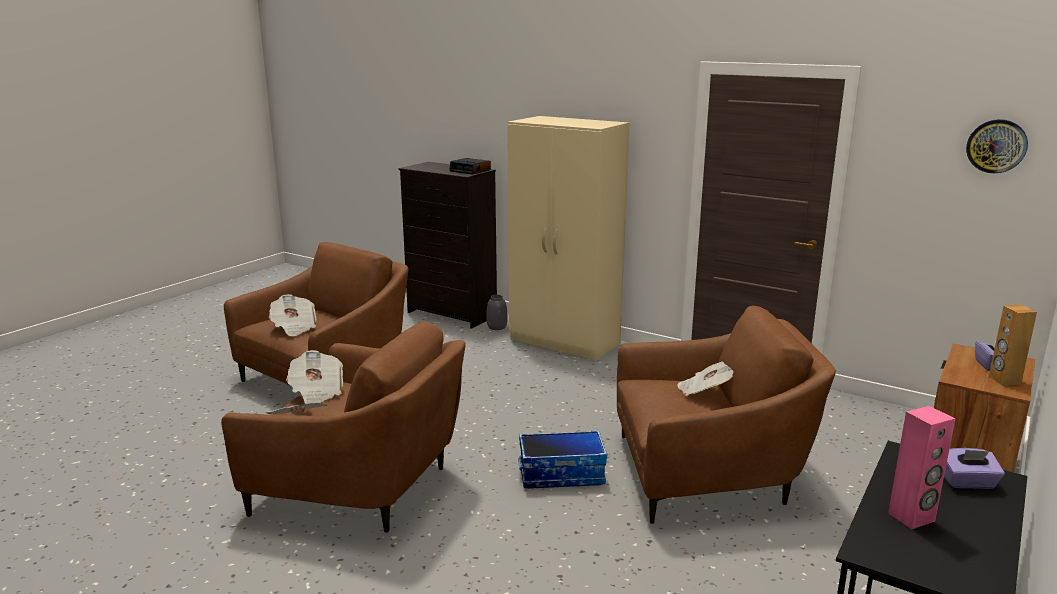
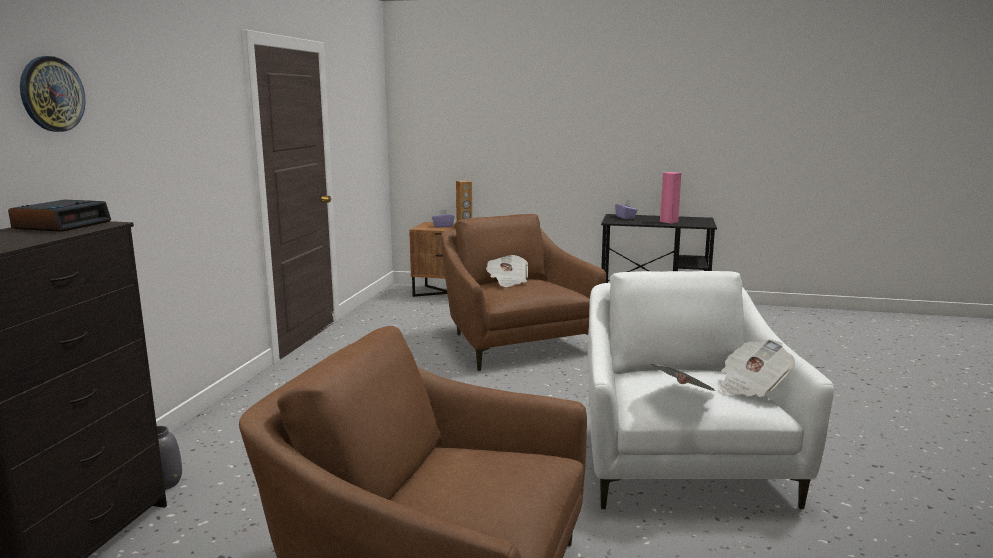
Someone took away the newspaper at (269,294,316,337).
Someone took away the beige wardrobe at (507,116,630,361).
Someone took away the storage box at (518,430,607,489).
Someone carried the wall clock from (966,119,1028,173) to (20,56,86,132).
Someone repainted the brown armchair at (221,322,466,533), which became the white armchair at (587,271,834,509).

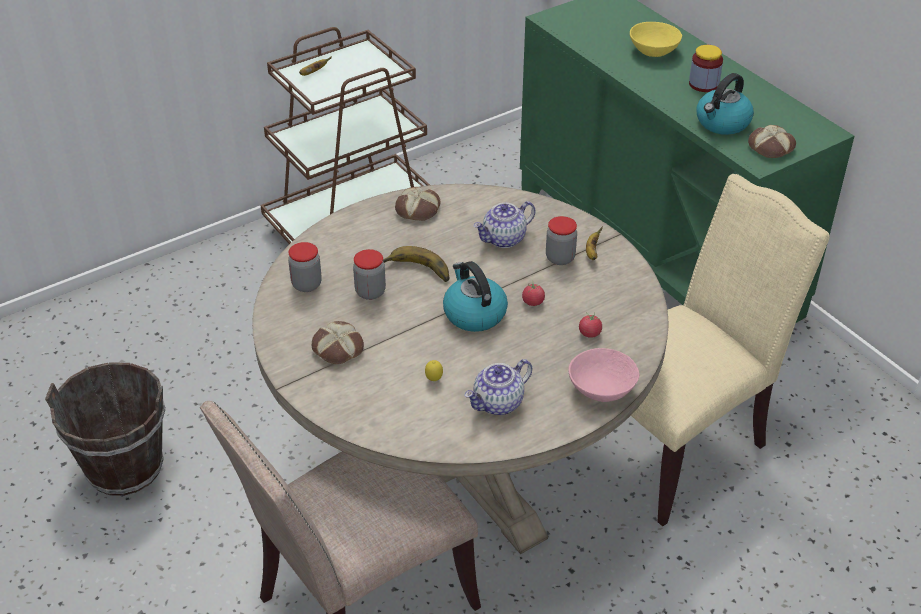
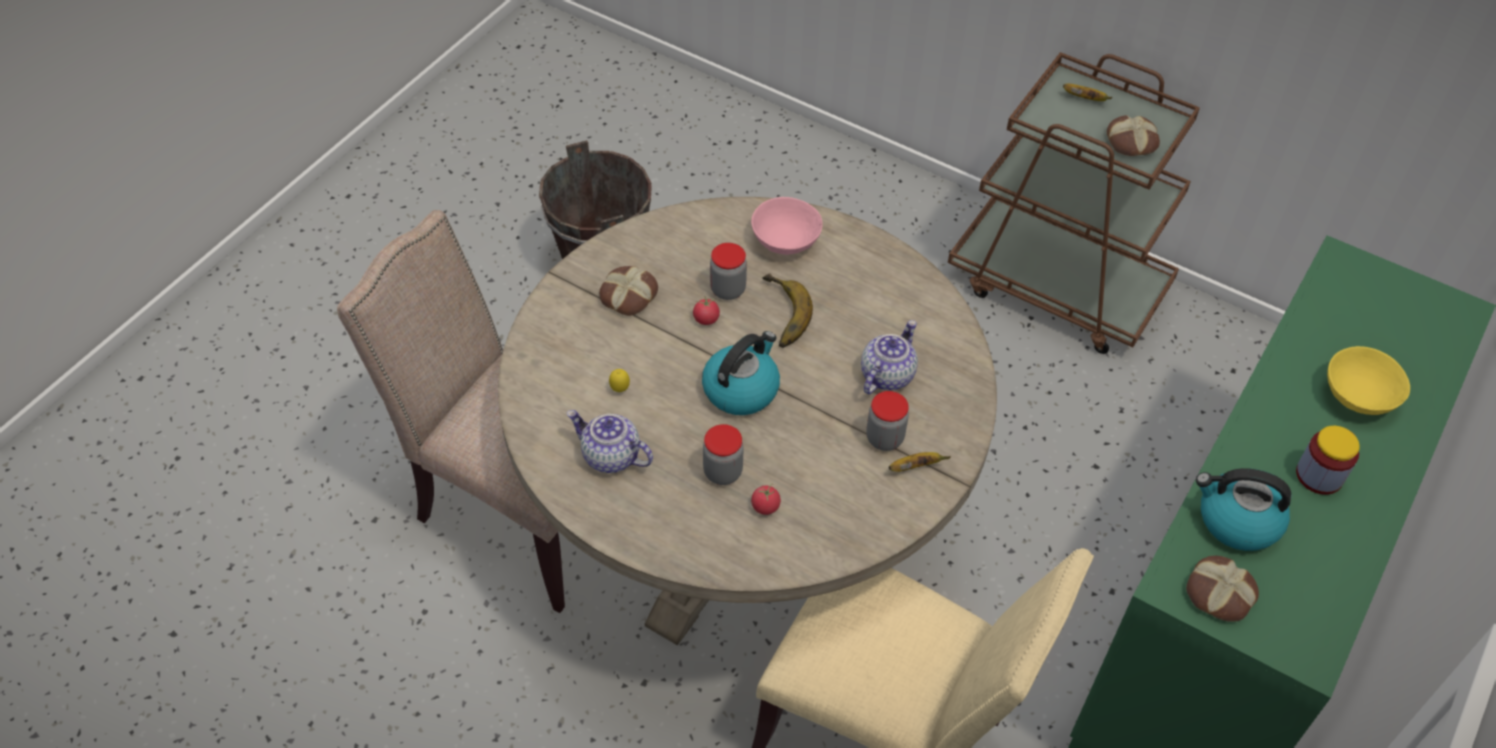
Someone carried the jar from (288,242,322,292) to (703,424,744,485).
Someone carried the bread from (395,187,441,221) to (1107,115,1160,156).
Someone carried the tomato from (522,281,545,306) to (693,297,720,325).
Someone carried the pink bowl from (568,348,639,402) to (751,197,822,255).
Someone rotated the teapot at (473,201,535,248) by 90 degrees clockwise.

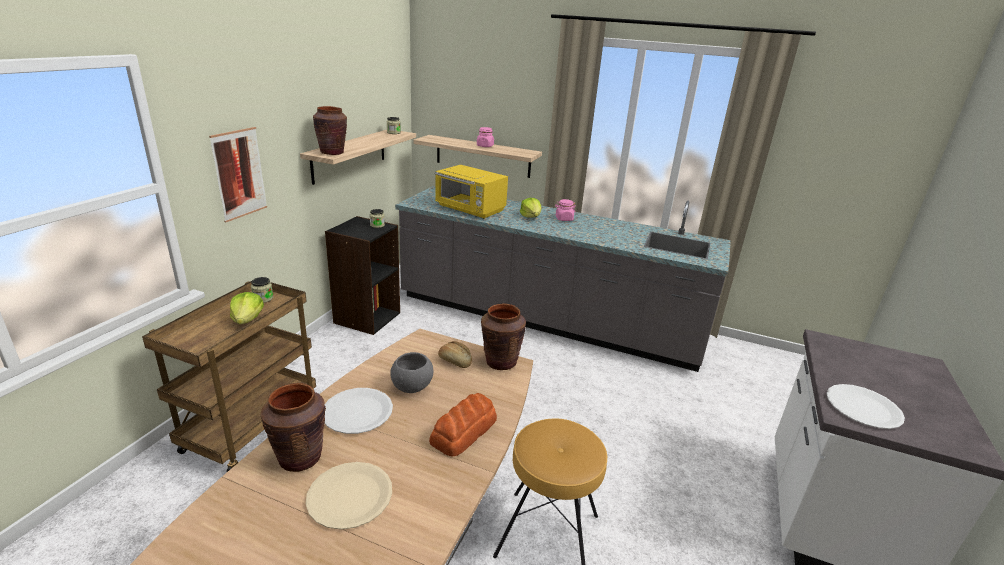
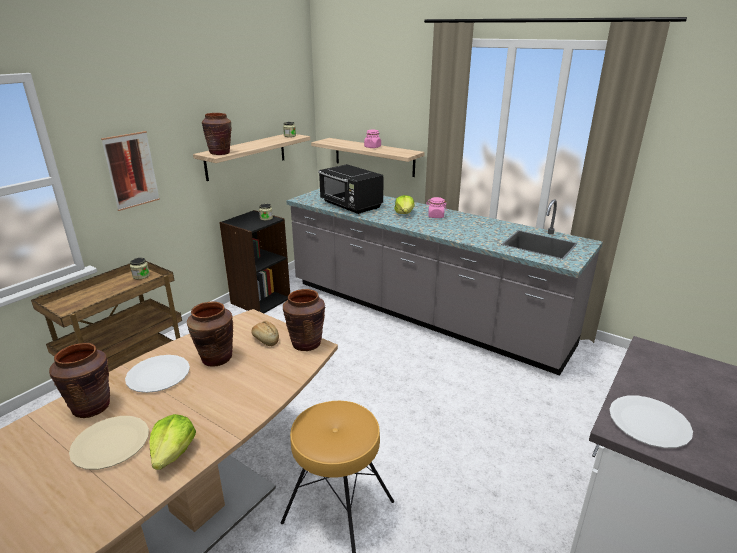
Someone took away the bread at (429,393,497,457).
Someone carried the lettuce from (230,292,264,324) to (150,414,196,470).
Someone swapped the grey bowl at (390,352,433,393) for the brown vase at (187,302,233,367).
Someone repainted the yellow microwave at (435,165,508,219), which became the black microwave at (318,164,384,214).

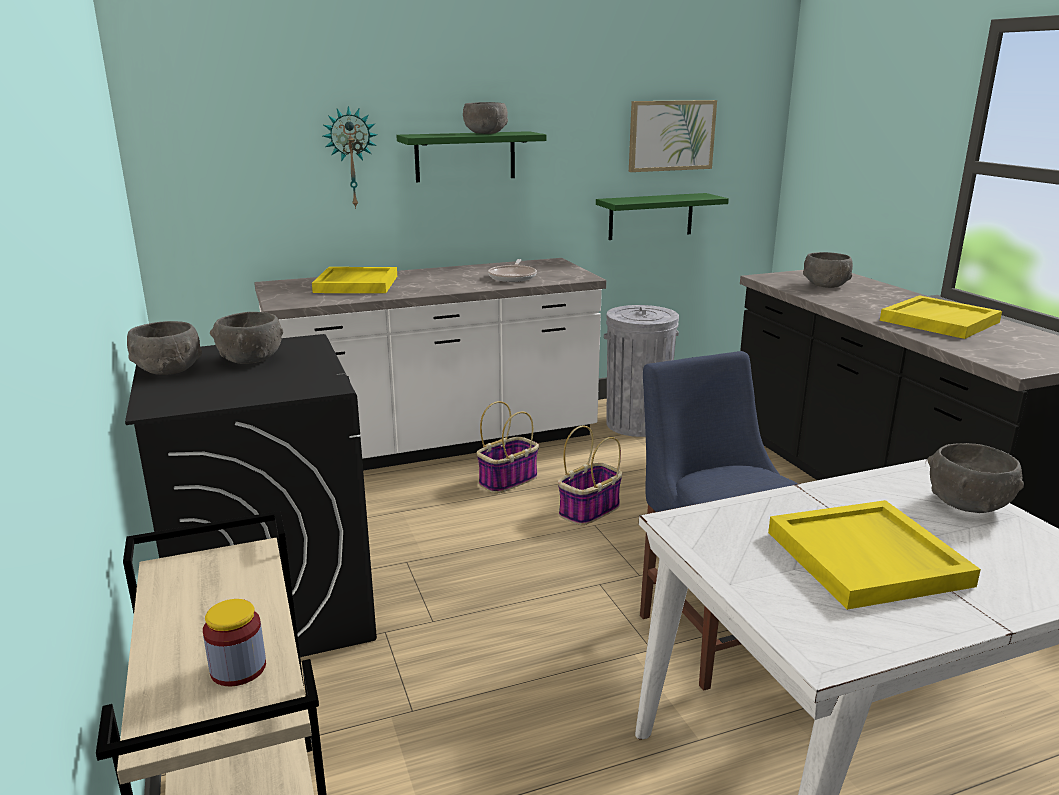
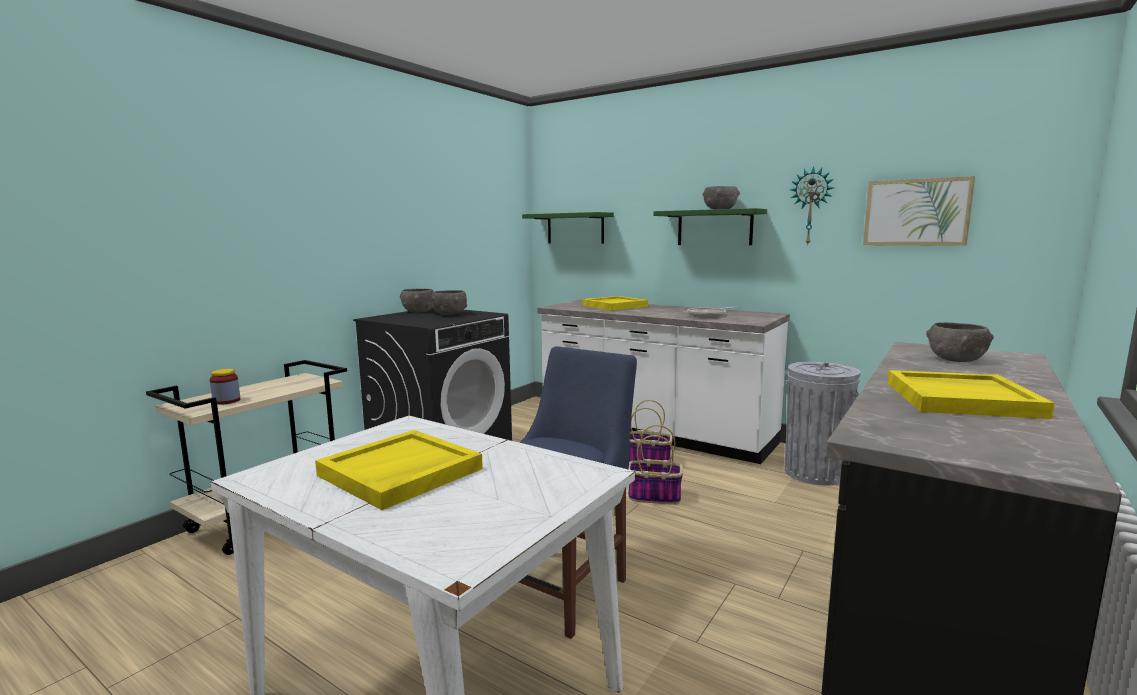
Someone took away the grey bowl at (927,443,1024,513).
Someone carried the wall clock from (323,106,377,209) to (790,166,834,246).
Someone carried the green shelf from (596,193,729,240) to (522,212,614,244).

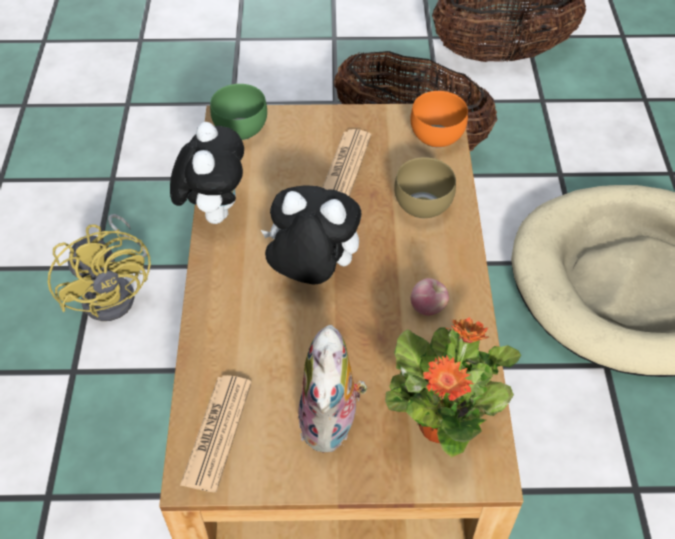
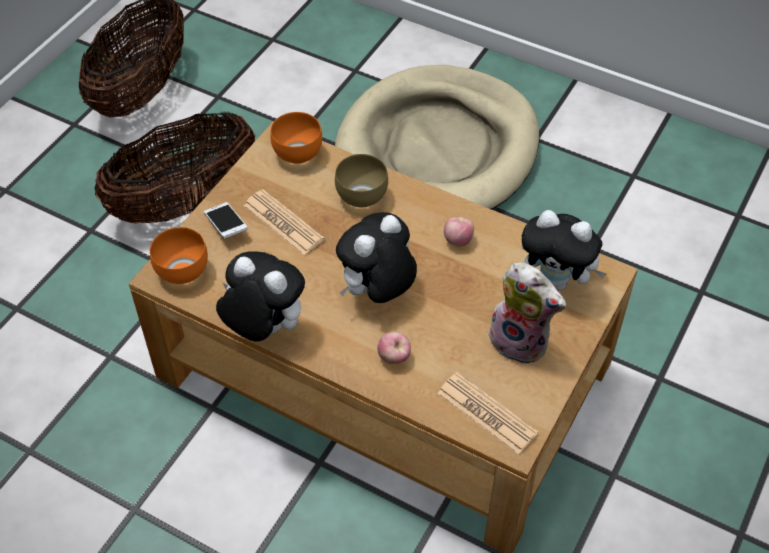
Someone took away the yellow fan at (48,214,151,321).
Someone put down the phone at (204,202,248,239).
Someone put down the apple at (377,332,411,364).
Someone swapped the potted plant at (385,317,521,457) for the plush toy at (521,210,607,291).
Someone repainted the green bowl at (210,84,267,140), which became the orange bowl at (150,227,208,284).

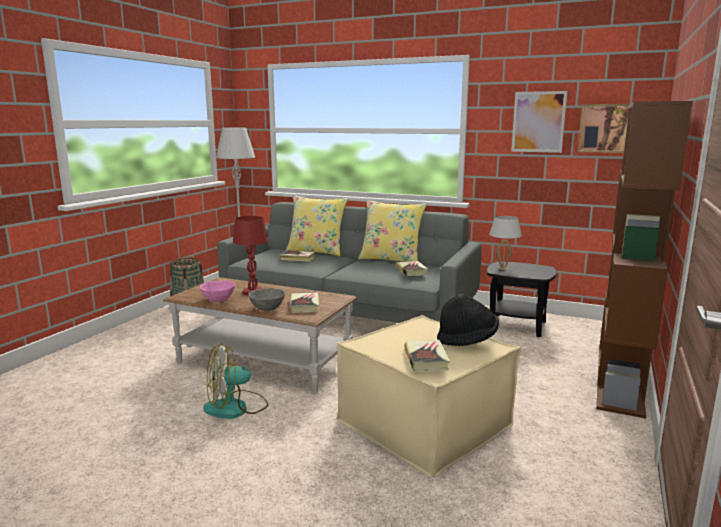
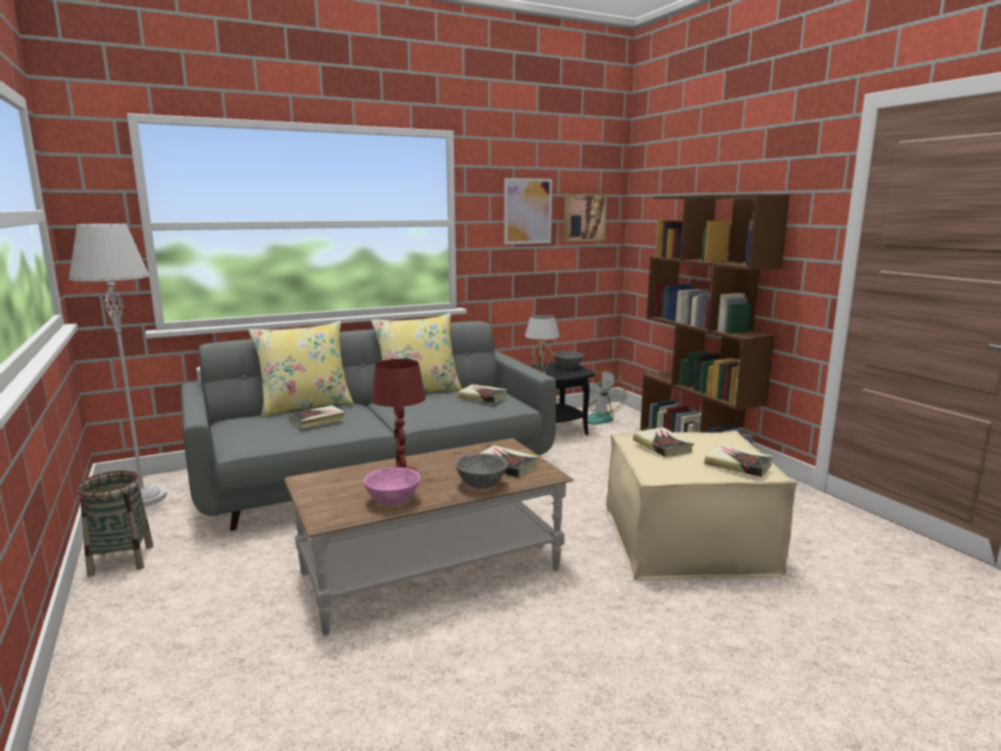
Someone took away the black hat at (437,294,499,346).
Someone put down the grey bowl at (553,351,584,369).
Someone put down the book at (633,427,694,457).
Someone carried the fan from (203,344,268,419) to (582,369,628,424).

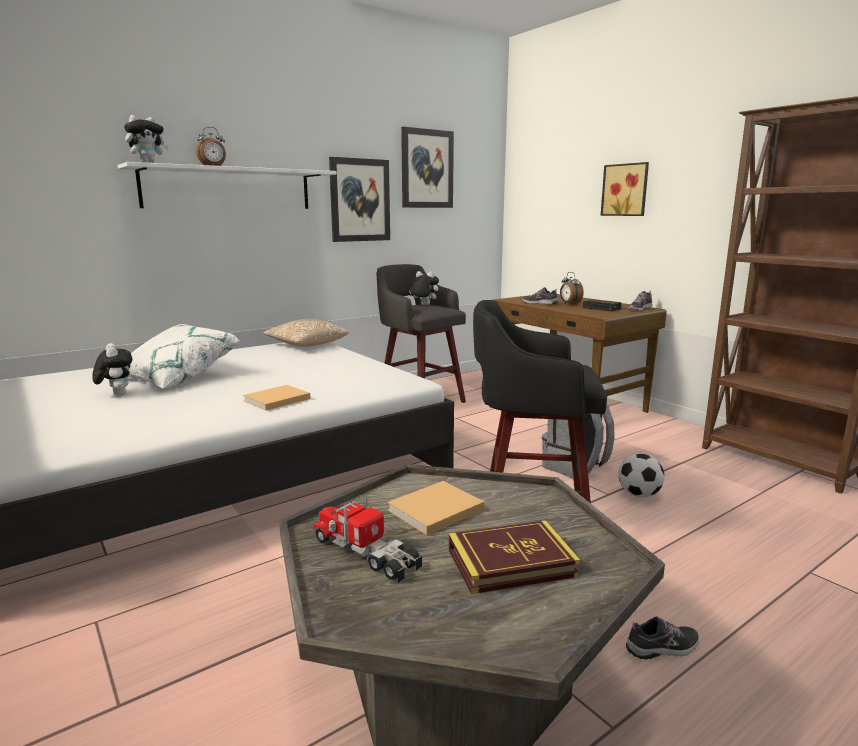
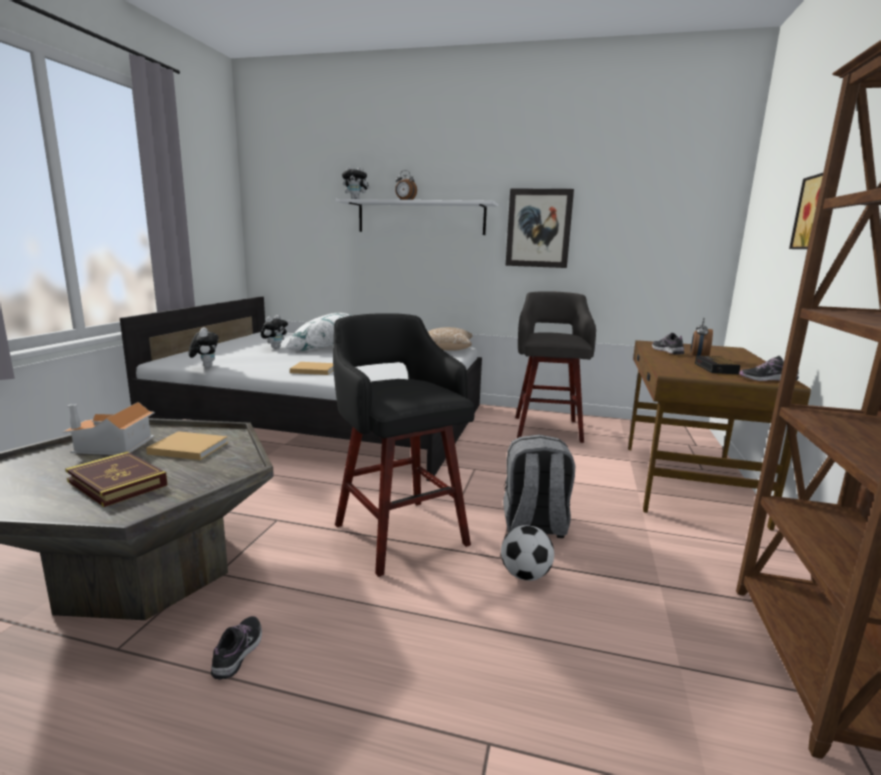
Someone took away the picture at (401,127,454,208).
Someone carried the plush toy from (409,271,439,305) to (189,327,218,368).
Someone swapped the toy truck at (312,496,422,583) for the toy house at (63,402,155,455).
Someone rotated the shoe at (626,616,699,660) by 120 degrees counterclockwise.

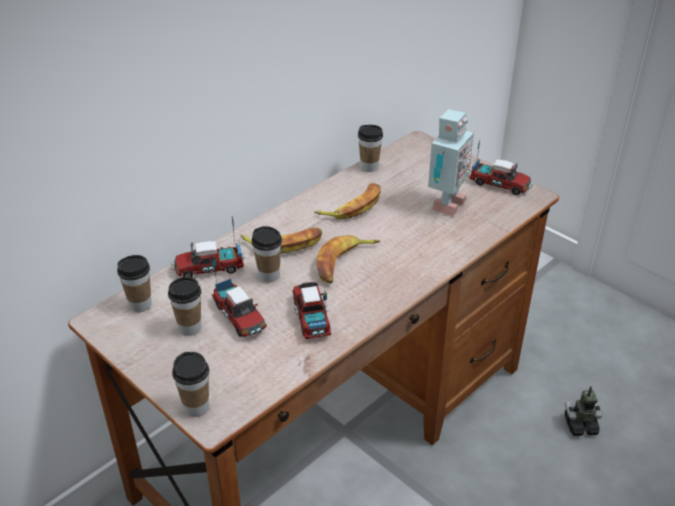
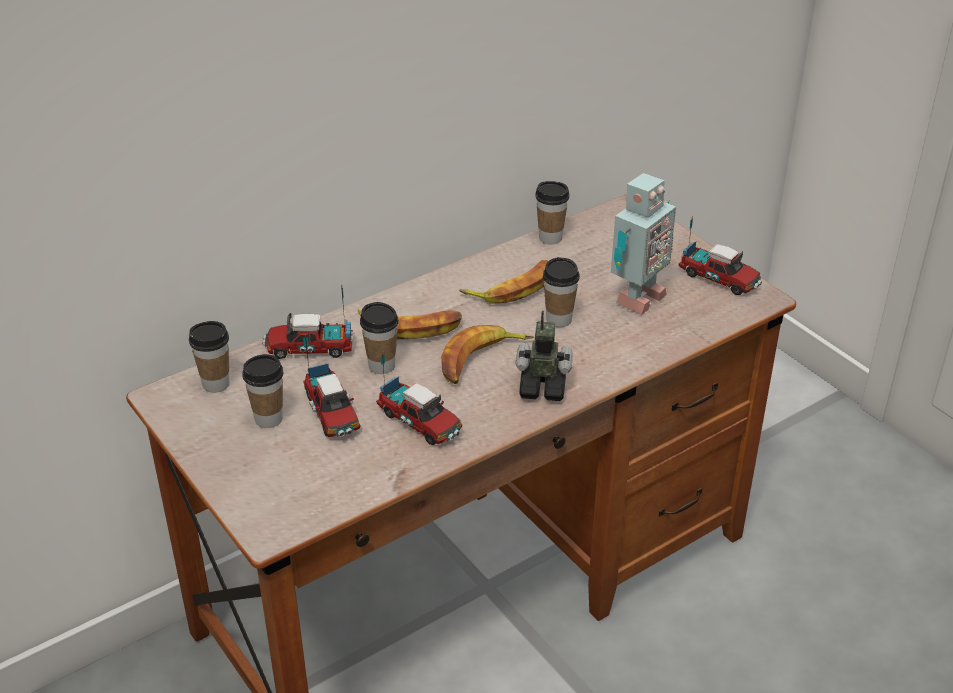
Someone carried the cup from (172,352,209,417) to (543,257,580,327).
Someone carried the toy robot from (565,386,602,436) to (516,311,573,401).
Someone rotated the toy truck at (292,282,331,339) by 135 degrees clockwise.

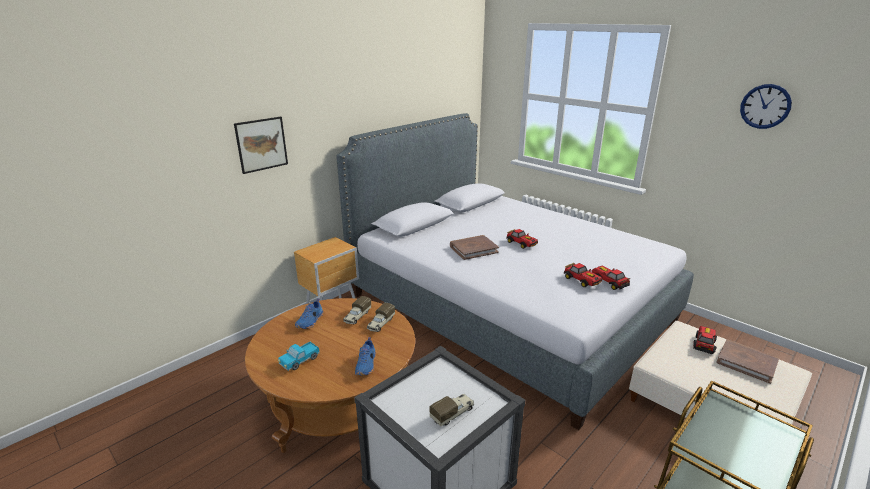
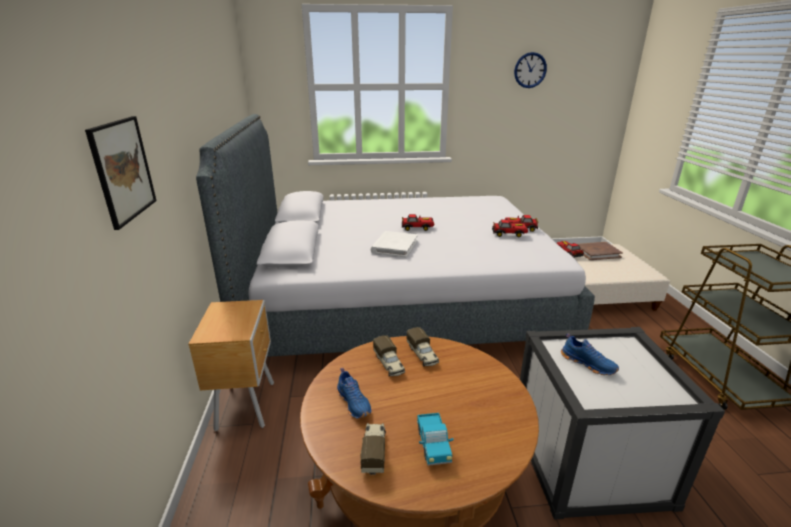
Someone carried the blue shoe from (355,337,376,375) to (561,333,619,375).
Someone carried the toy truck from (429,394,474,426) to (360,423,386,476).
Someone repainted the brown book at (450,235,499,260), which became the white book at (371,231,418,258).

